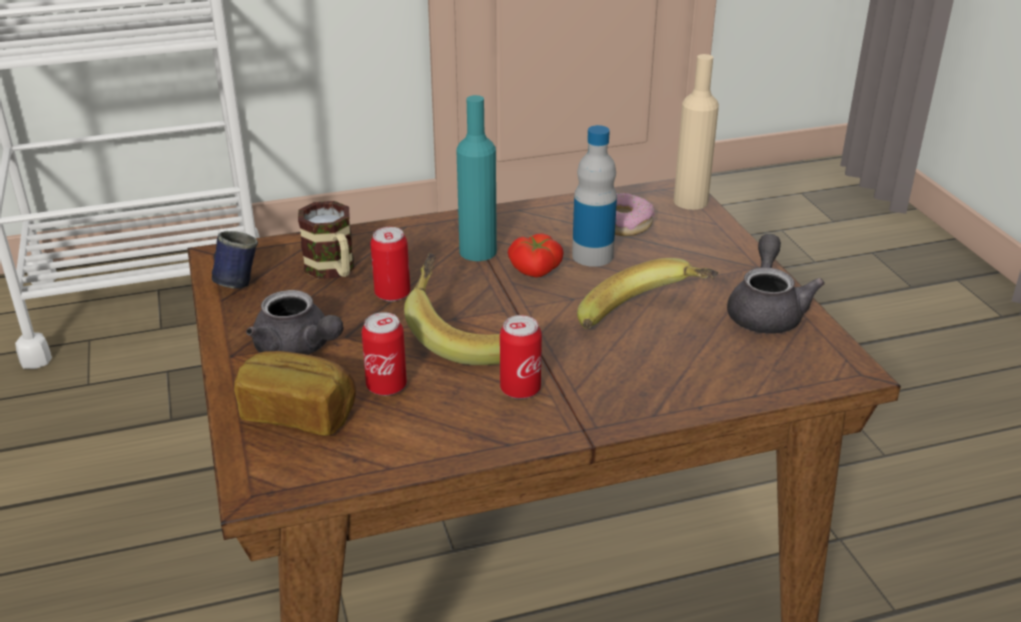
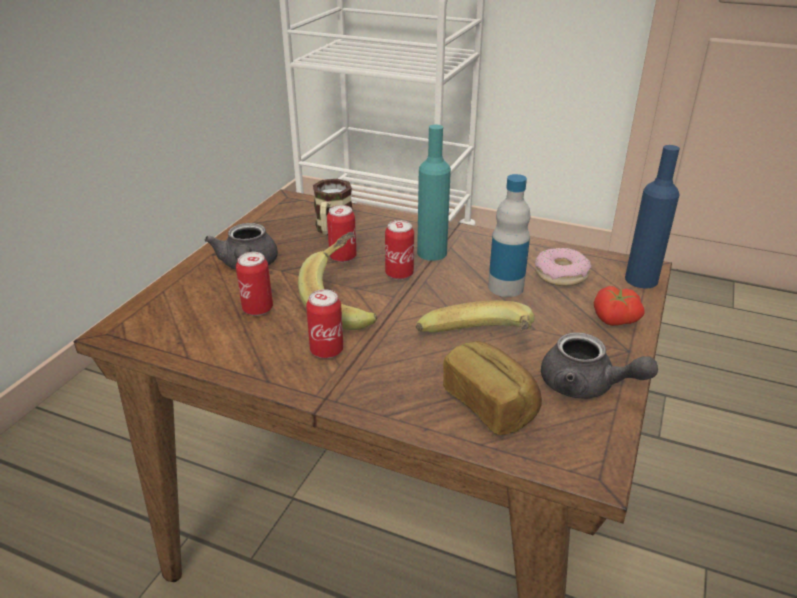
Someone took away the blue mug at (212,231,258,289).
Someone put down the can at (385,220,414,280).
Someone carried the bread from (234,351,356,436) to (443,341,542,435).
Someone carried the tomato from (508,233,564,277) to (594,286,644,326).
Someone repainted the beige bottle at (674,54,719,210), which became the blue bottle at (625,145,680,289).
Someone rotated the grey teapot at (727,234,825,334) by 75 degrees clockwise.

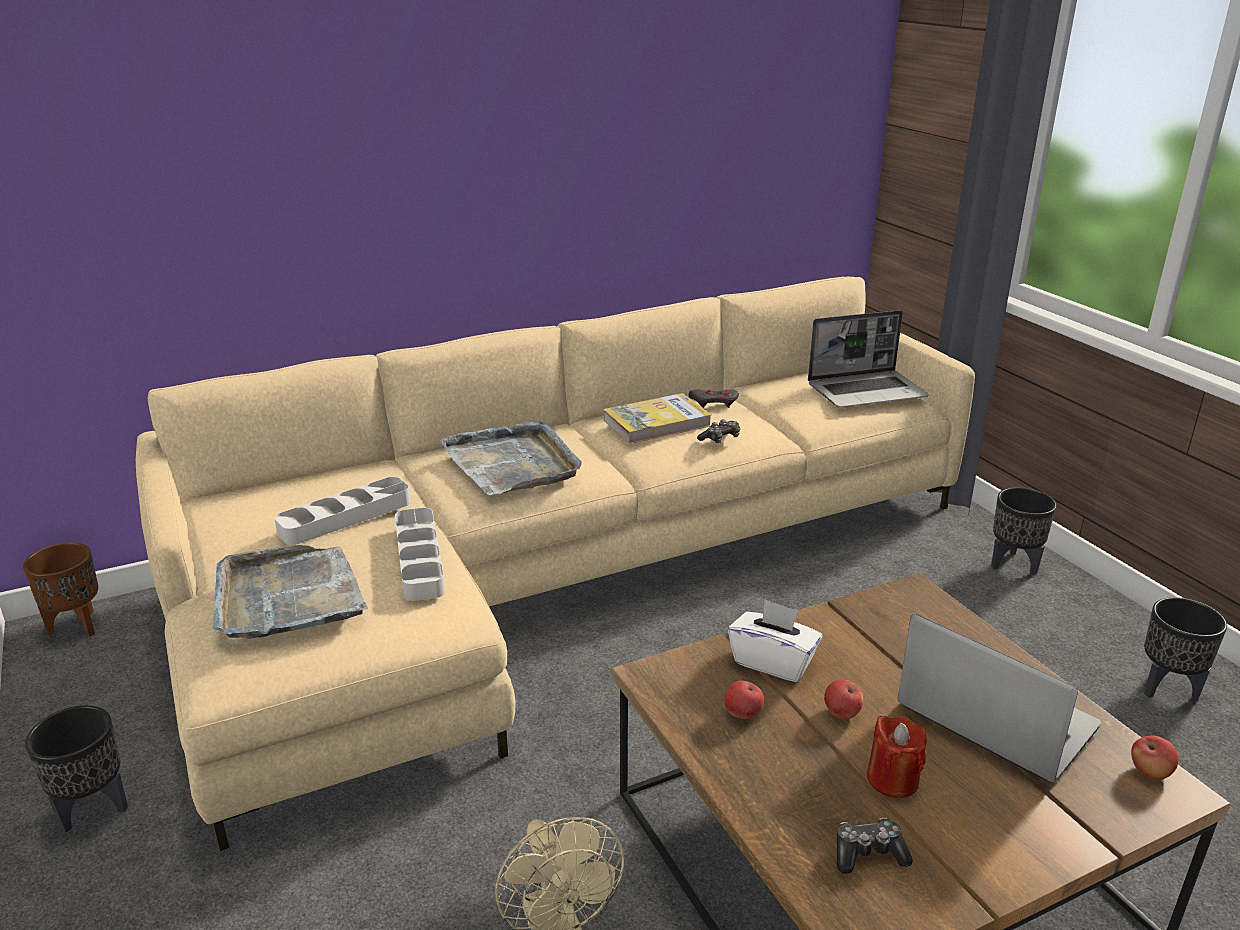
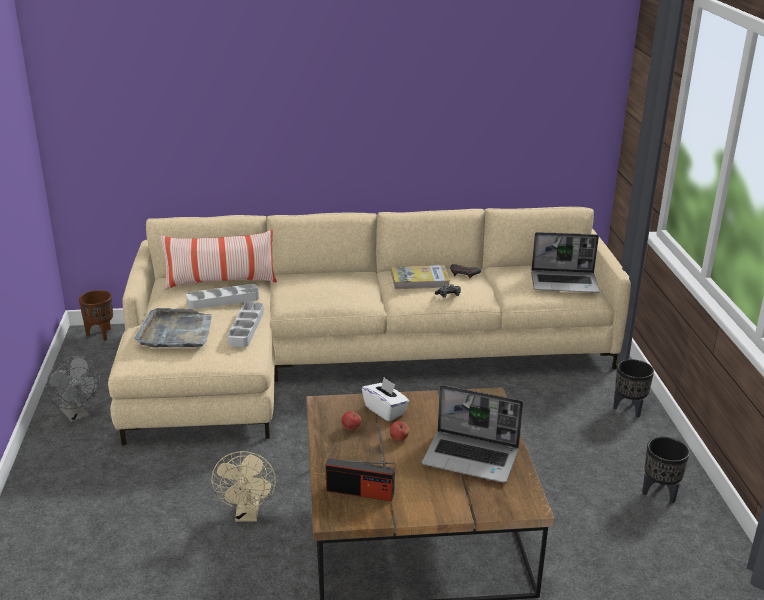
Someone took away the grey tray at (440,420,582,495).
Someone took away the red candle at (867,716,927,798).
Someone took away the apple at (1131,735,1178,780).
Someone put down the pillow at (160,230,277,290).
Someone swapped the black planter at (25,705,128,833) for the grey fan at (46,356,100,423).
Someone swapped the game controller at (837,818,912,874) for the radio at (326,458,395,501).
Someone rotated the laptop at (897,614,1101,782) by 135 degrees clockwise.

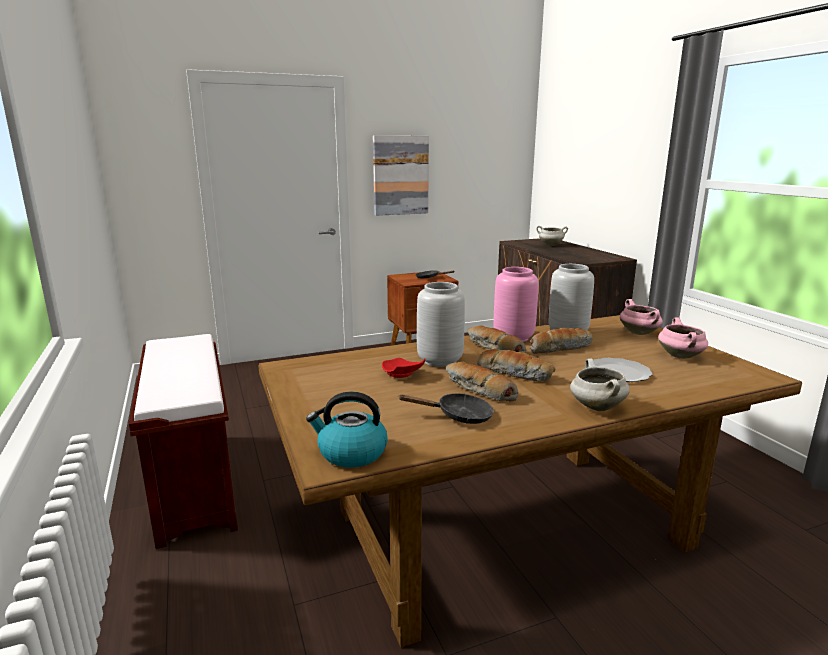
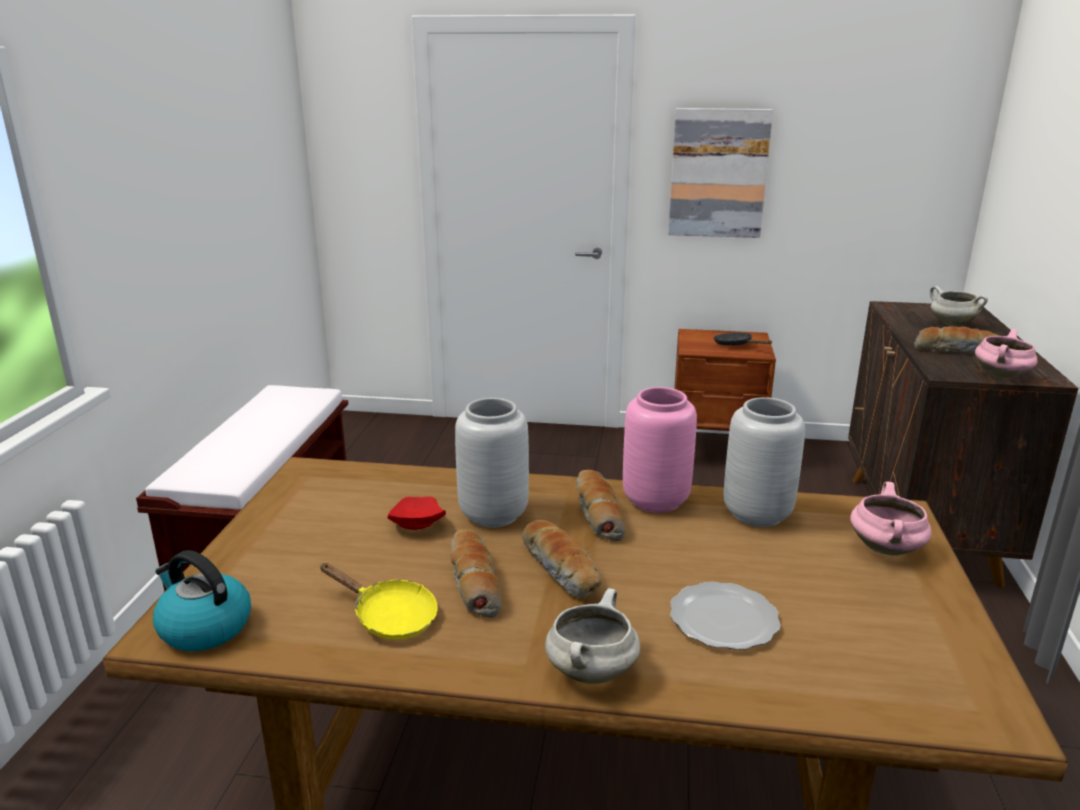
Someone carried the bread from (530,328,593,354) to (914,326,999,354).
Someone carried the pink cooking pot from (658,317,708,359) to (975,329,1037,379).
Someone repainted the black frying pan at (398,393,494,424), which became the yellow frying pan at (320,563,438,639).

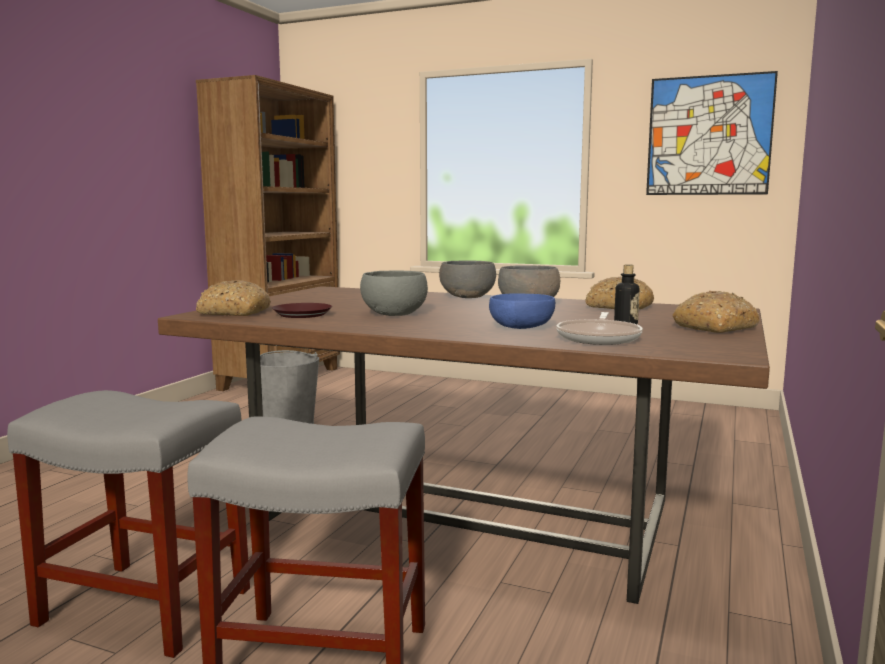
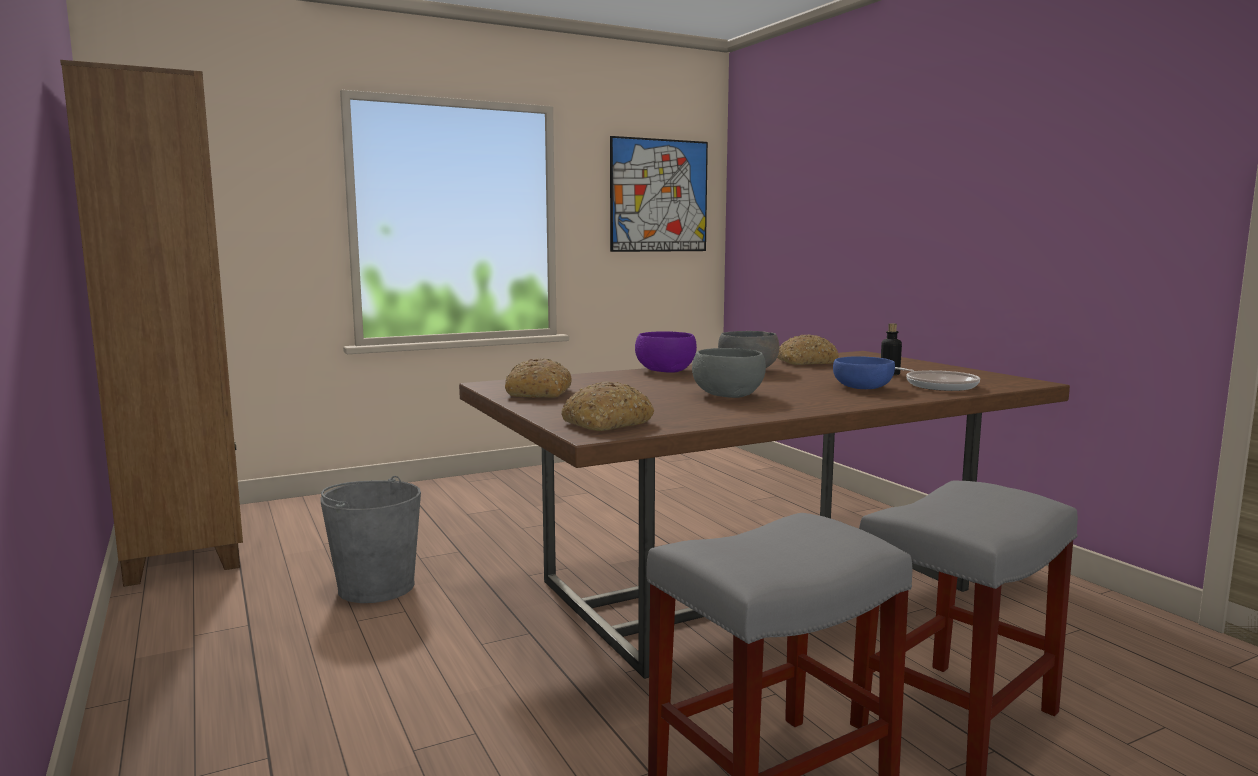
Someone took away the brown plate at (272,303,332,318).
Someone carried the bread from (673,291,759,333) to (505,359,572,398).
Someone repainted the grey bowl at (439,260,496,298), which became the purple bowl at (635,331,697,373).

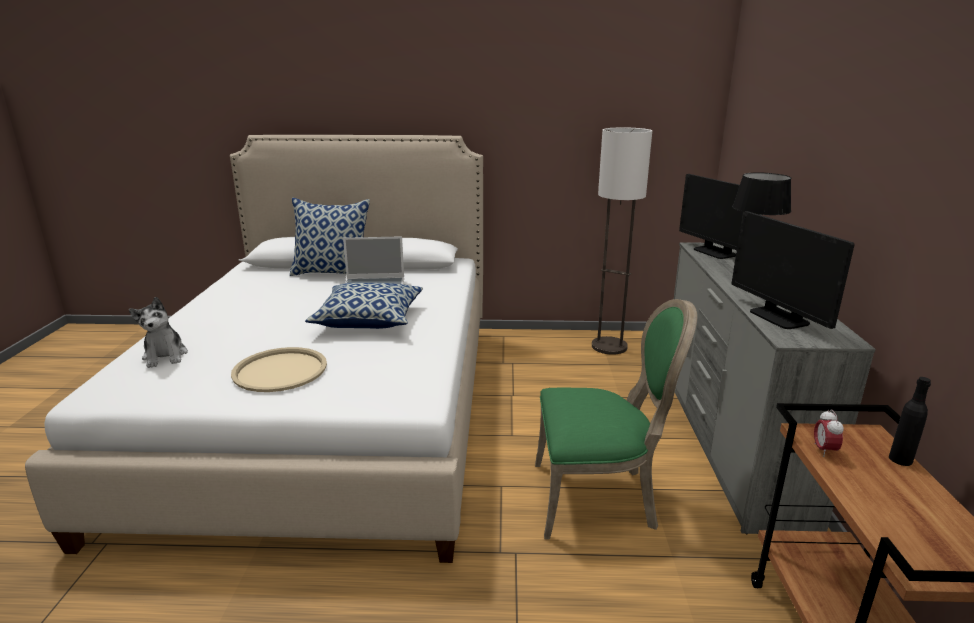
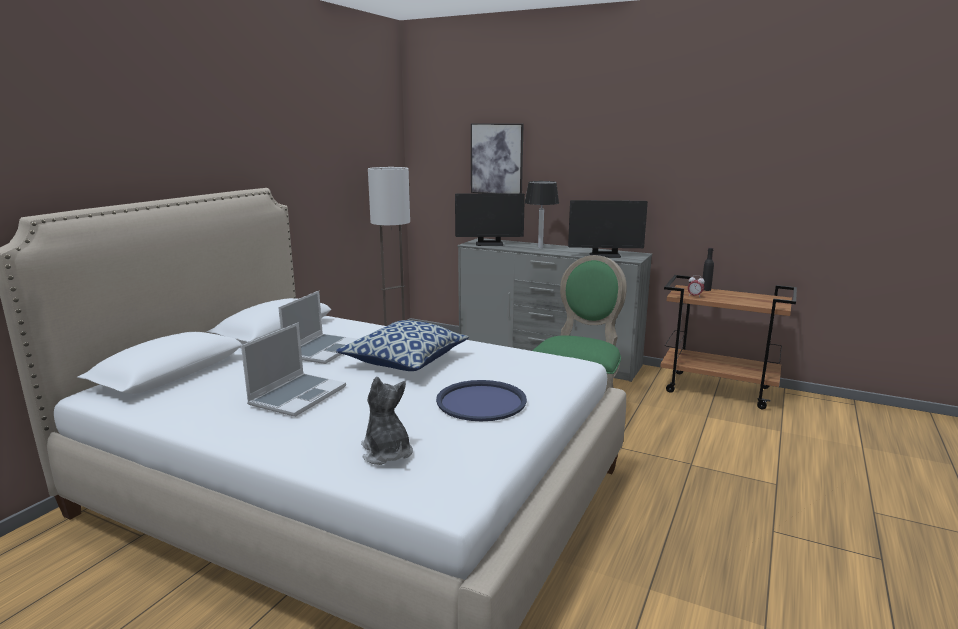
Someone took away the pillow at (290,198,370,276).
Someone put down the laptop at (241,322,346,417).
Someone put up the picture at (471,123,524,194).
Someone repainted the beige tray at (231,347,327,392), which became the blue tray at (436,380,527,421).
Someone rotated the plush toy at (129,297,188,368) by 120 degrees counterclockwise.

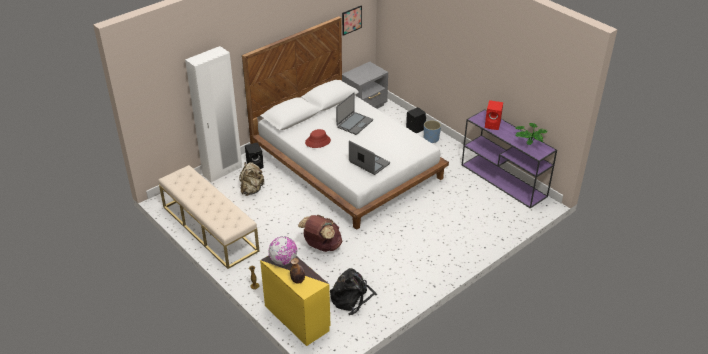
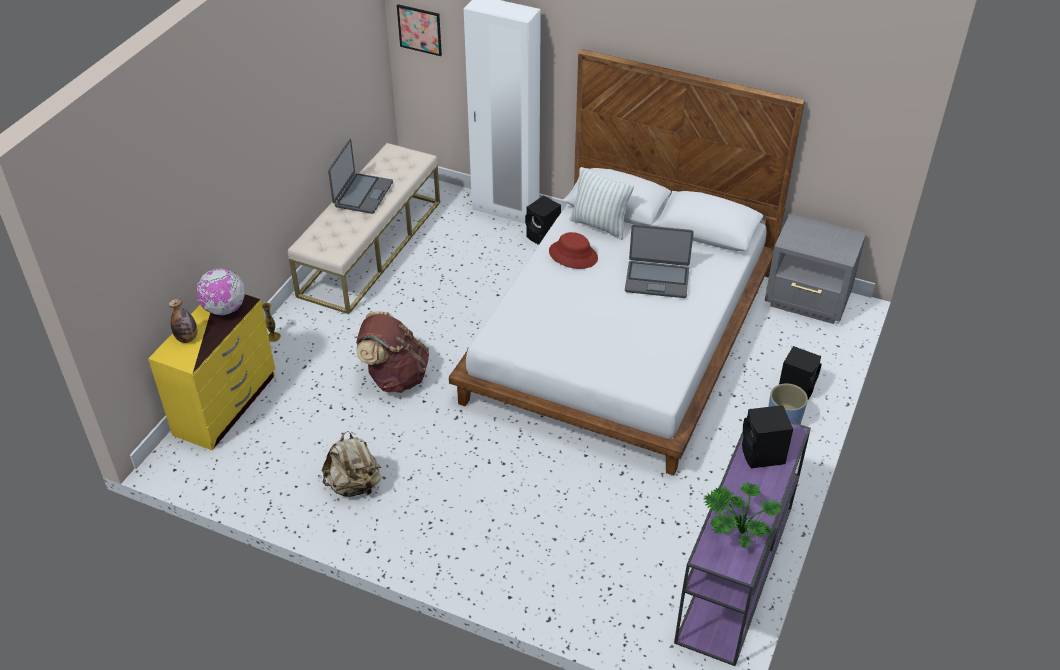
Someone took away the black backpack at (330,268,378,315).
Someone put down the pillow at (569,167,634,240).
Someone carried the beige backpack from (239,162,265,196) to (322,431,381,497).
Someone carried the picture from (342,6,362,36) to (397,4,442,56).
Someone carried the laptop from (349,140,390,175) to (328,139,393,214).
Someone repainted the red speaker at (485,100,503,130), which became the black speaker at (742,405,793,469).

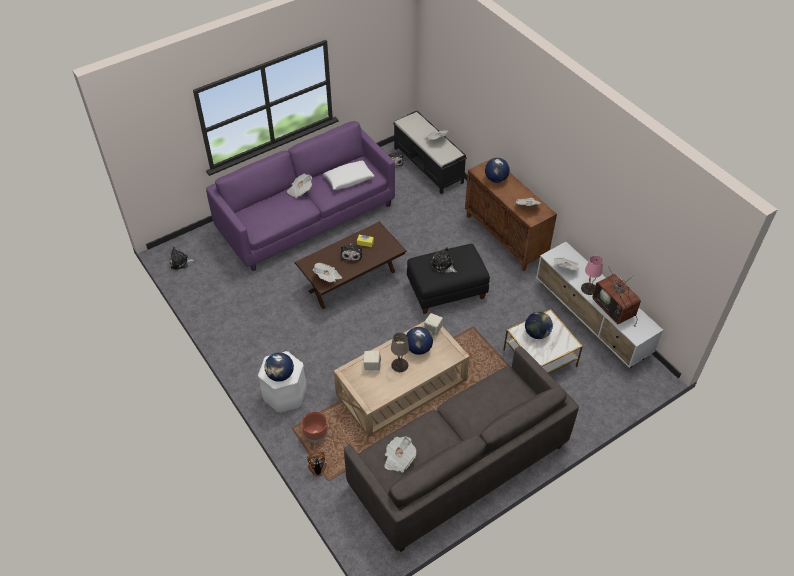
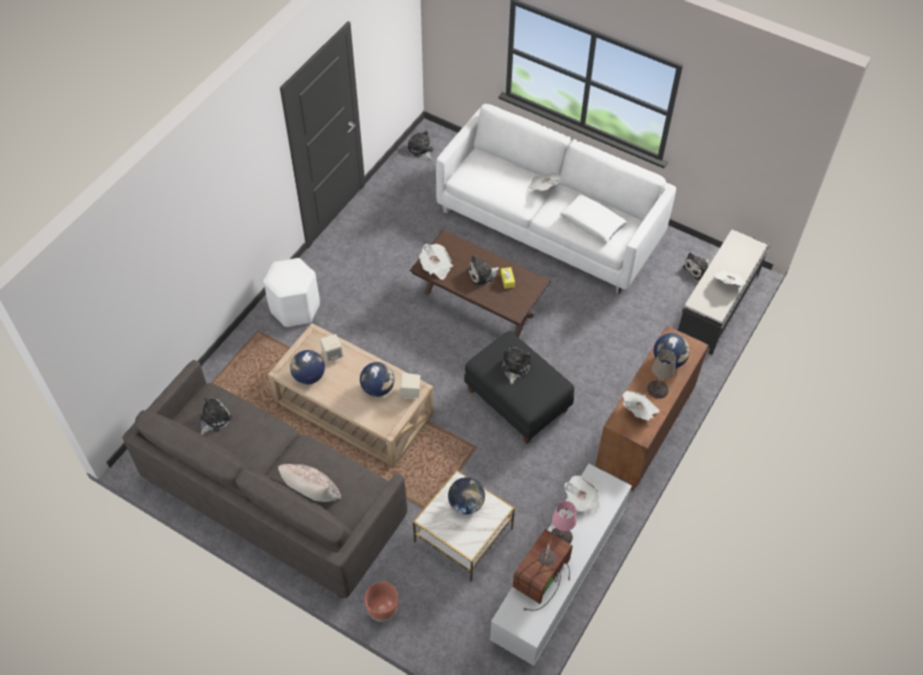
Someone took away the fan at (307,451,327,477).
Someone put down the beige pillow at (278,464,341,502).
Someone carried the globe from (264,353,294,382) to (290,350,325,384).
Someone carried the brown planter from (301,411,328,443) to (365,582,399,622).
Someone carried the beige table lamp from (391,332,409,372) to (647,350,676,399).
Someone swapped the newspaper at (384,437,416,472) for the plush toy at (200,398,233,435).
Someone repainted the purple sofa at (206,121,395,271), which became the white sofa at (436,104,676,294).

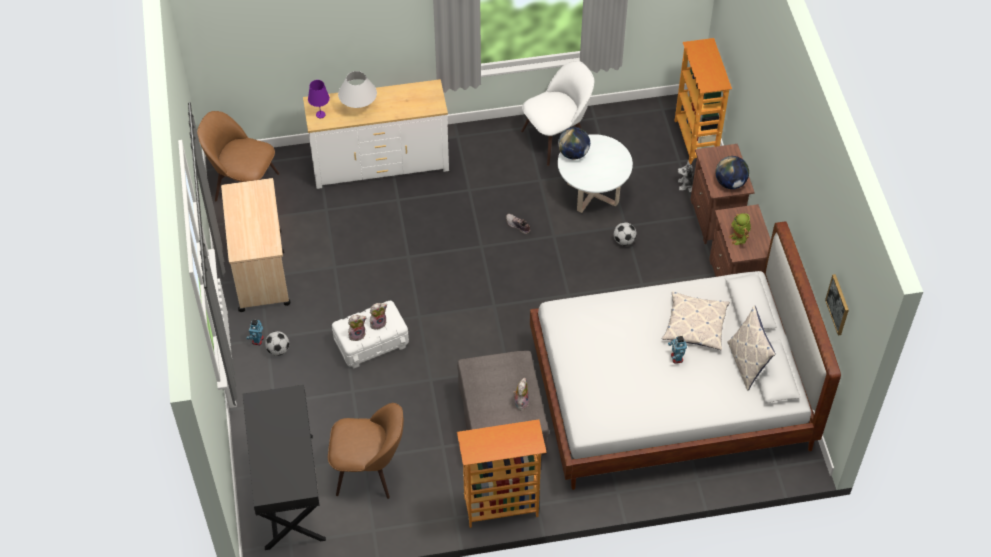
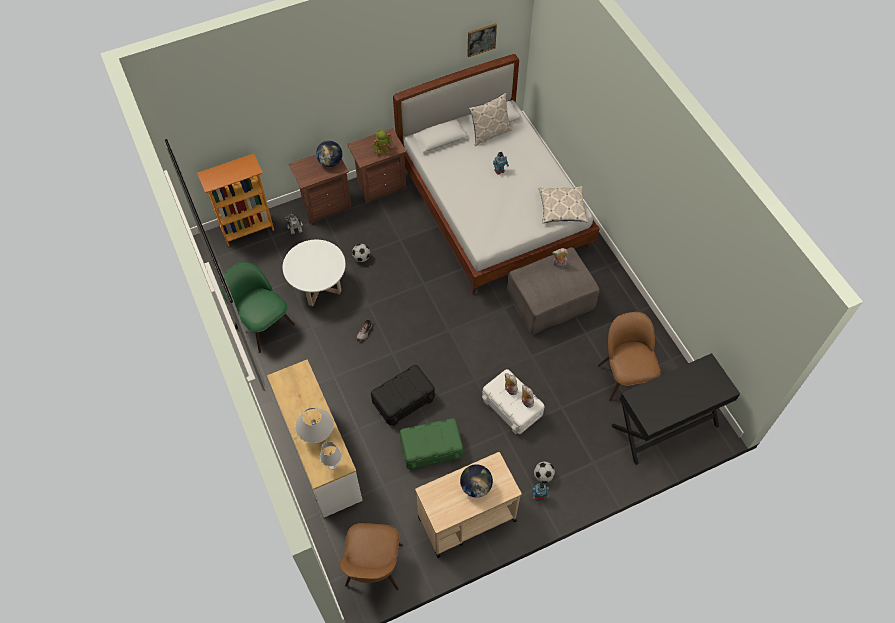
Someone took away the bookcase at (457,419,547,528).
Someone put down the black storage box at (371,365,435,426).
Someone put down the green storage box at (400,418,463,471).
Someone carried the globe from (558,127,590,159) to (460,464,493,498).
Someone carried the pillow from (662,291,730,350) to (539,186,588,223).
Someone repainted the purple table lamp at (308,80,330,118), which became the white table lamp at (320,442,342,469).
Someone repainted the white chair at (521,61,594,166), which became the green chair at (221,262,295,353).

